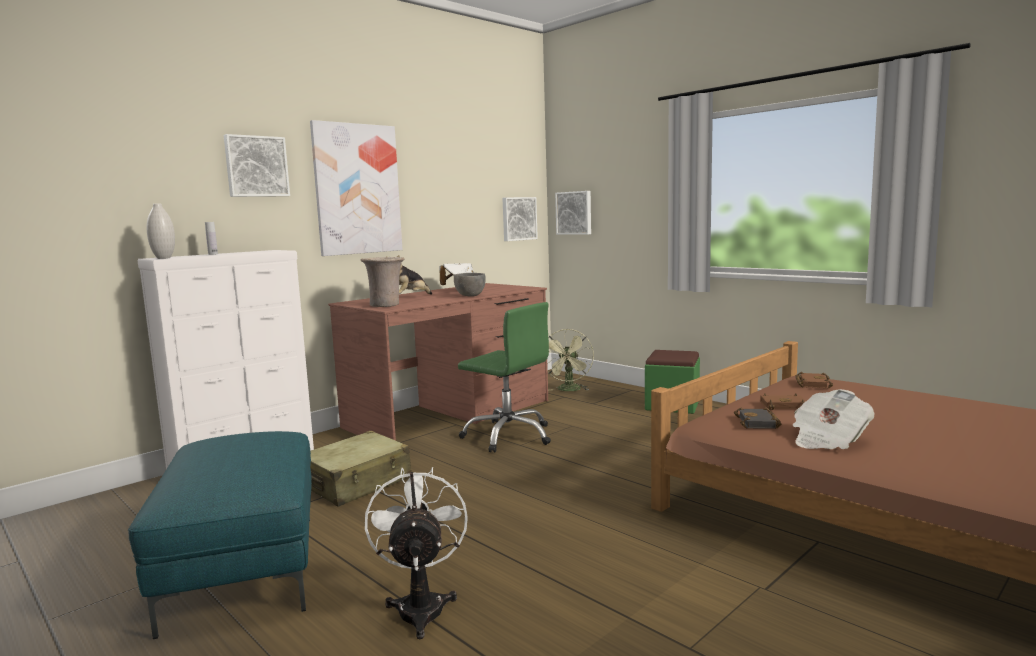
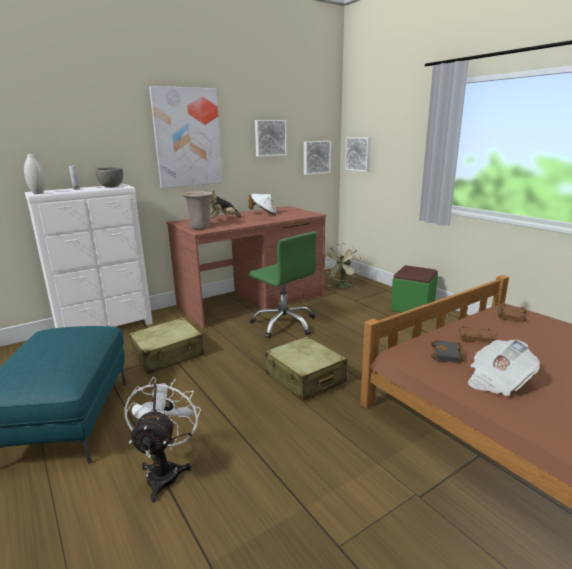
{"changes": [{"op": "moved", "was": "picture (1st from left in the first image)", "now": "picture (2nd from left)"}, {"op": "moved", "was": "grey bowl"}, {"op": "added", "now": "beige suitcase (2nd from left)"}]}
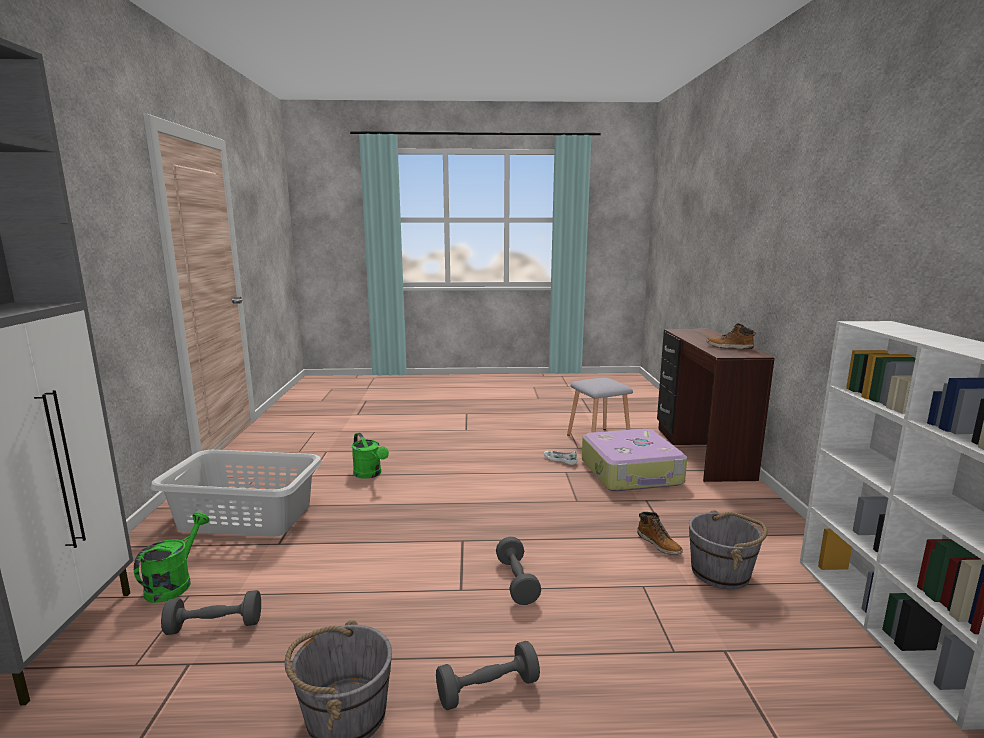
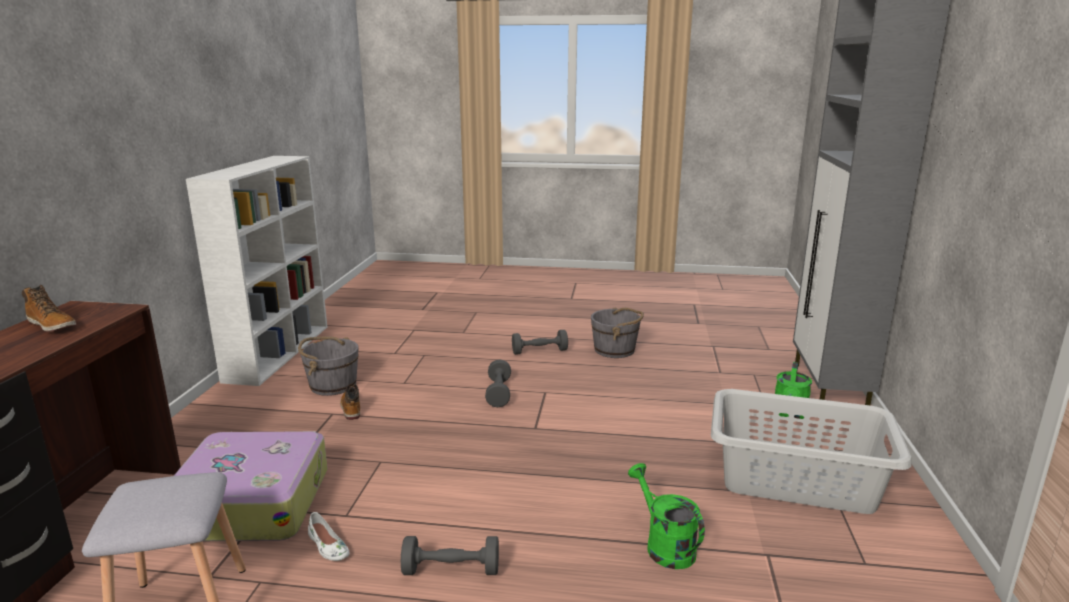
{"changes": [{"op": "moved", "was": "grey dumbbell (1st from left)"}]}
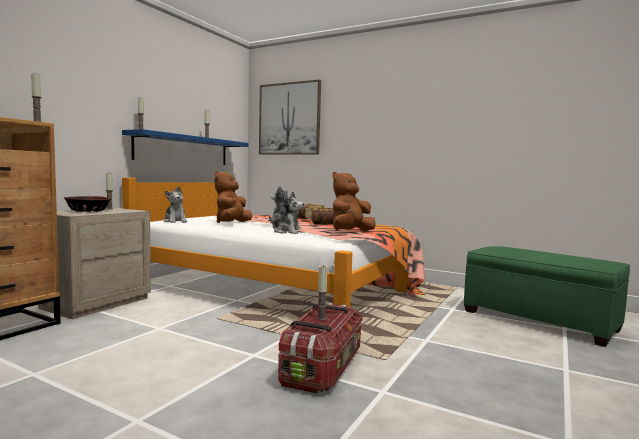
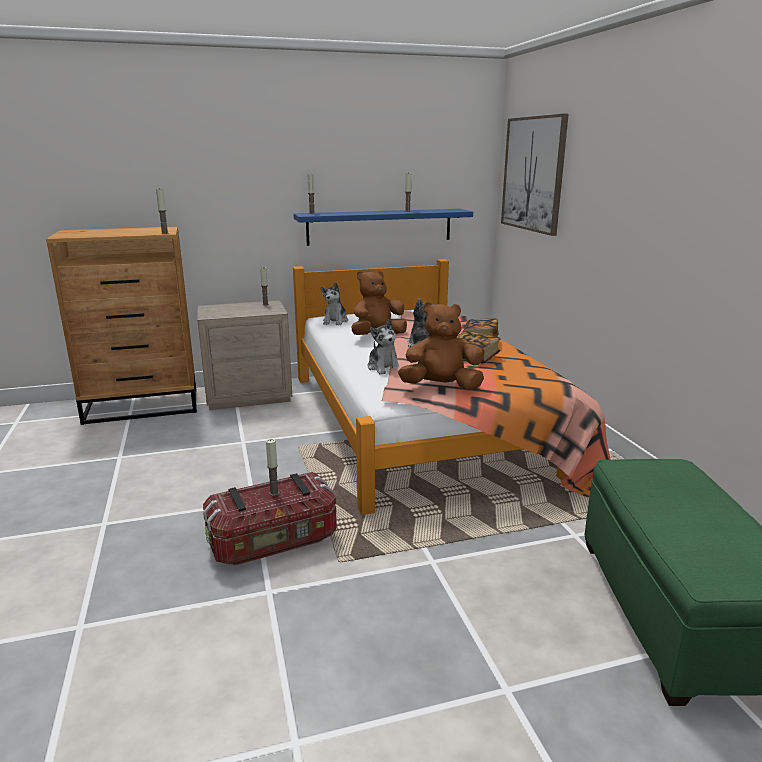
{"changes": [{"op": "removed", "was": "bowl"}]}
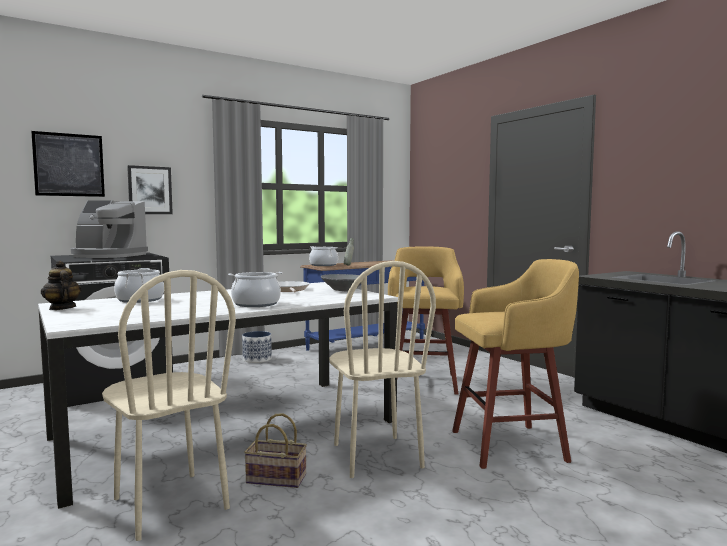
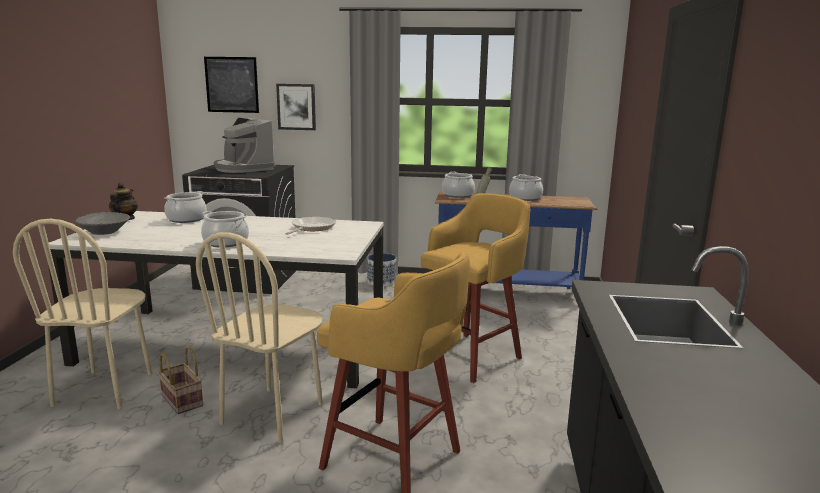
{"changes": [{"op": "moved", "was": "grey bowl"}, {"op": "added", "now": "cooking pot (4th from left)"}]}
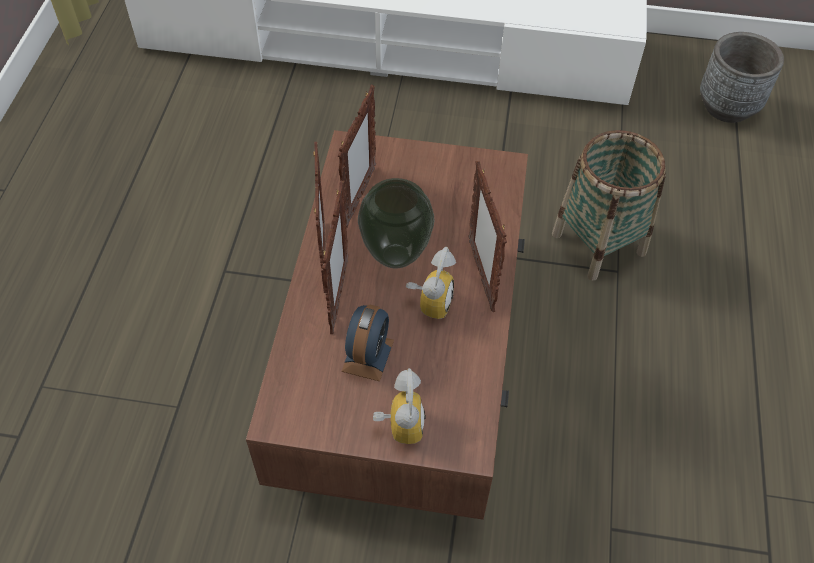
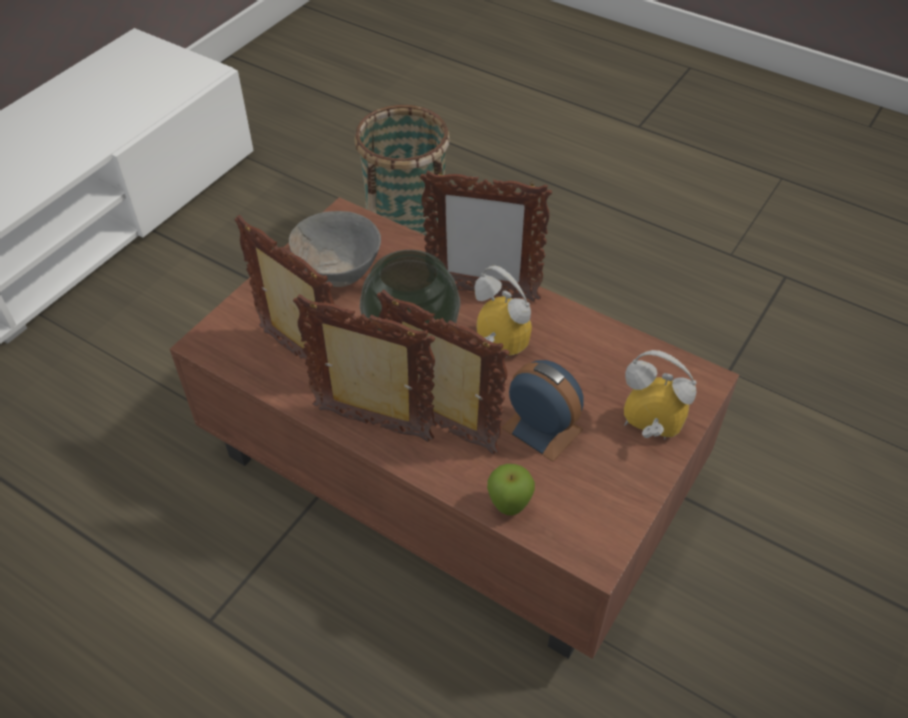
{"changes": [{"op": "removed", "was": "grey planter"}, {"op": "added", "now": "grey bowl"}, {"op": "added", "now": "apple"}]}
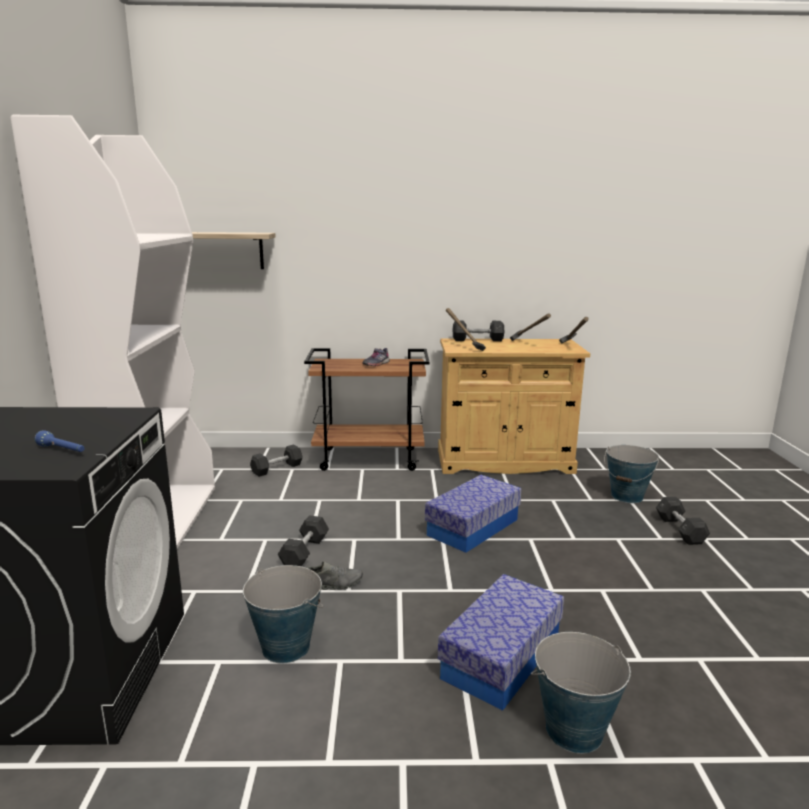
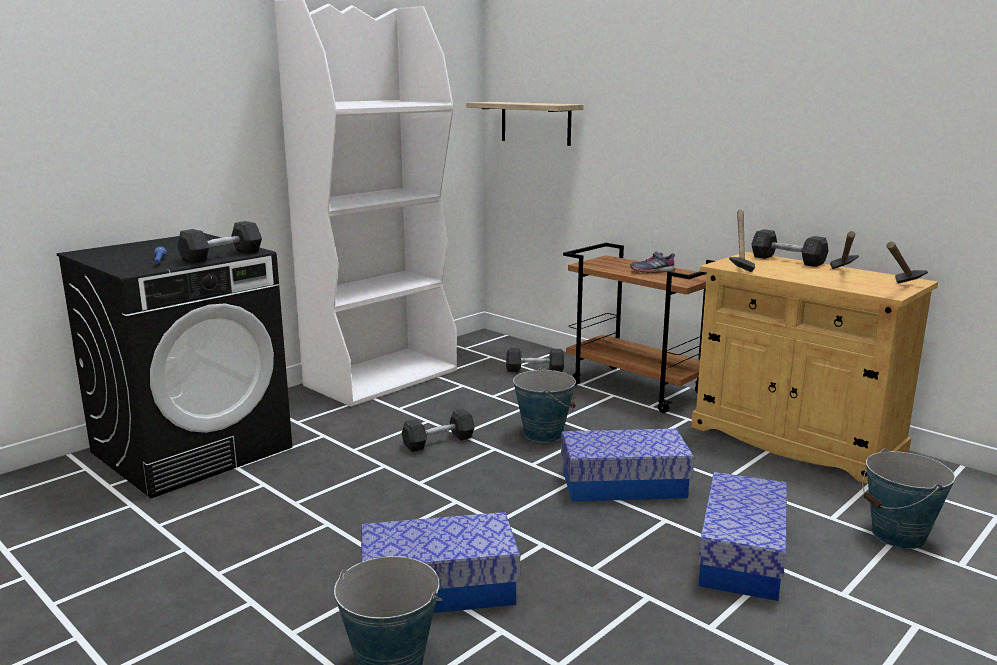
{"changes": [{"op": "moved", "was": "bucket (1st from left in the first image)", "now": "bucket (2nd from left)"}, {"op": "removed", "was": "grey shoe (1st from left)"}, {"op": "moved", "was": "grey dumbbell (4th from left in the first image)", "now": "grey dumbbell (1st from left)"}, {"op": "added", "now": "storage box (3rd from left)"}]}
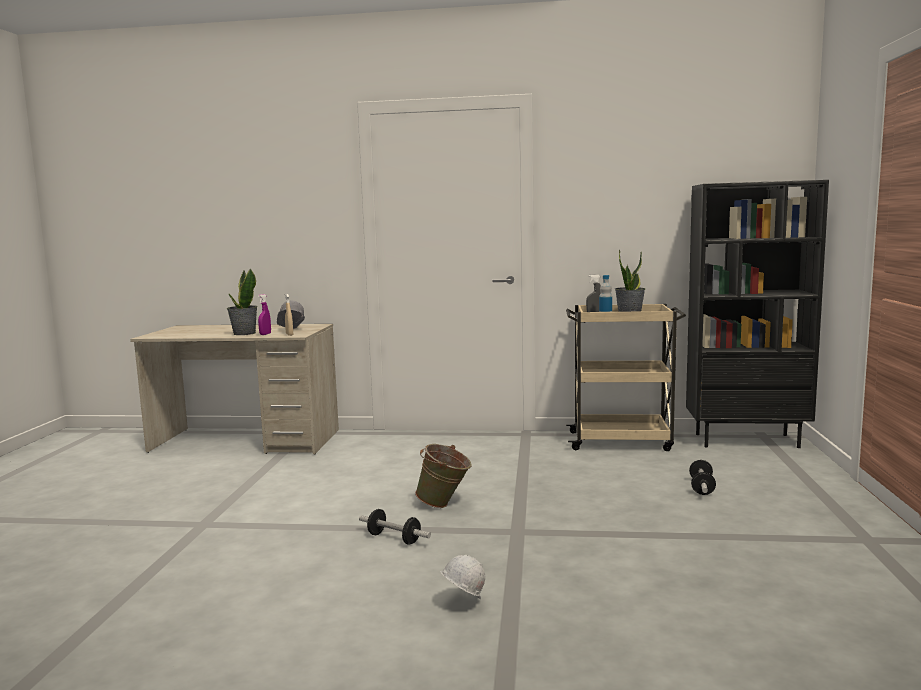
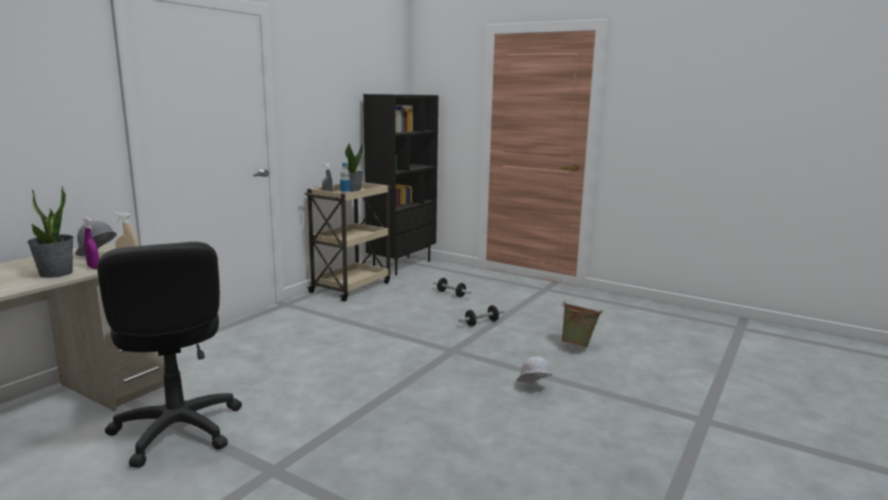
{"changes": [{"op": "moved", "was": "dumbbell (1st from left in the first image)", "now": "dumbbell (2nd from left)"}, {"op": "moved", "was": "green bucket"}, {"op": "added", "now": "black office chair"}]}
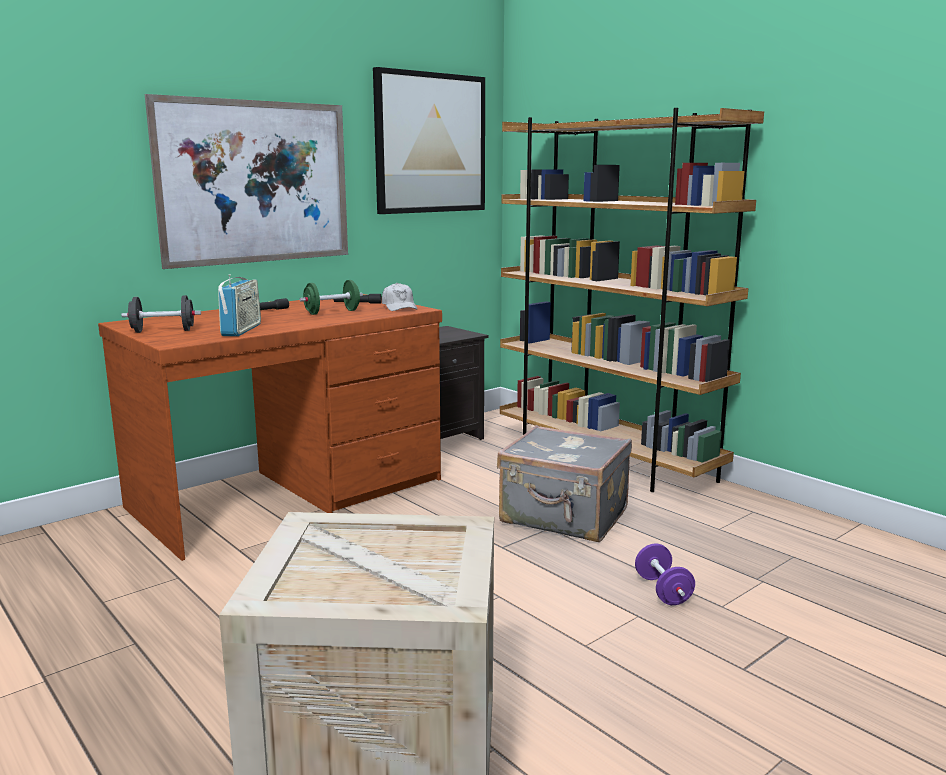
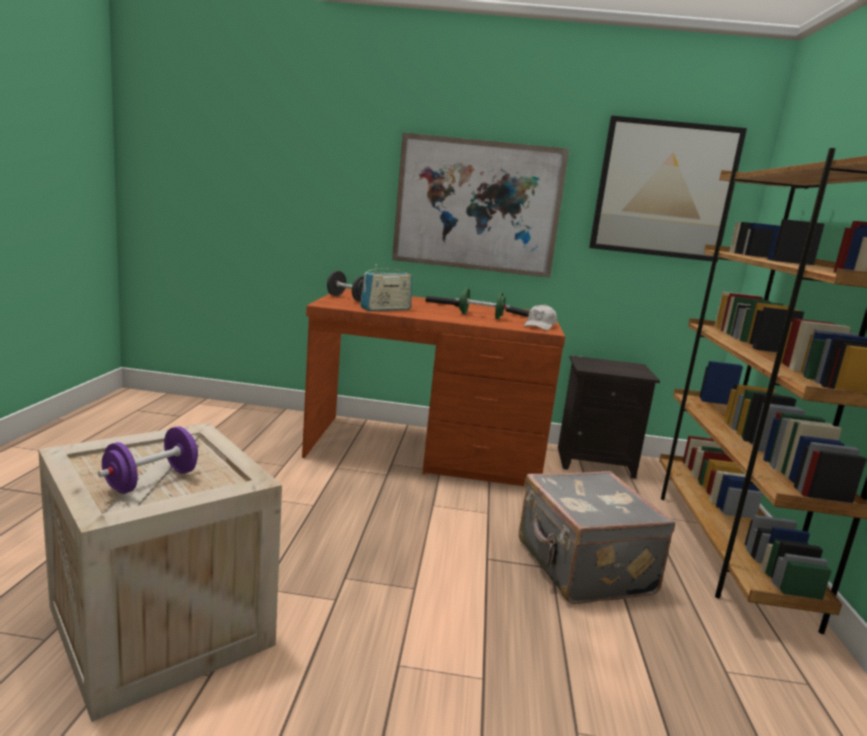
{"changes": [{"op": "moved", "was": "purple dumbbell"}]}
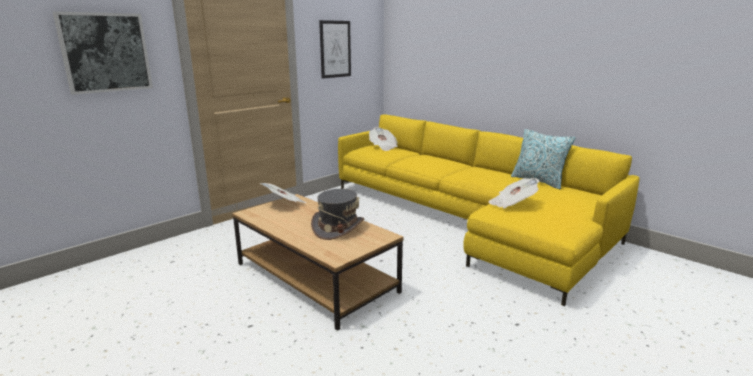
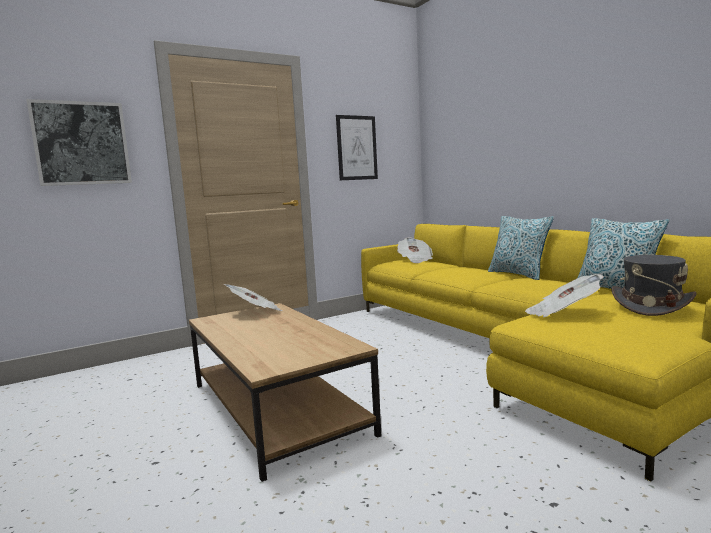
{"changes": [{"op": "moved", "was": "grey hat"}, {"op": "added", "now": "pillow (1st from left)"}]}
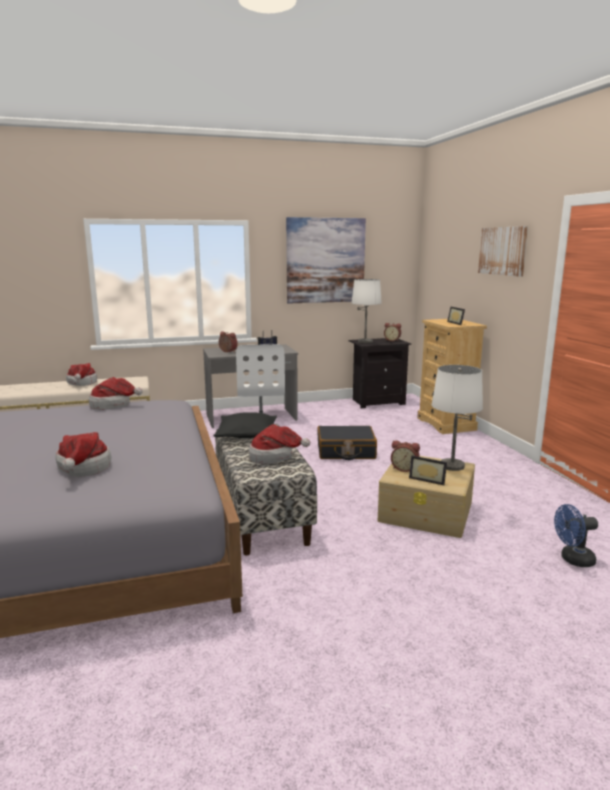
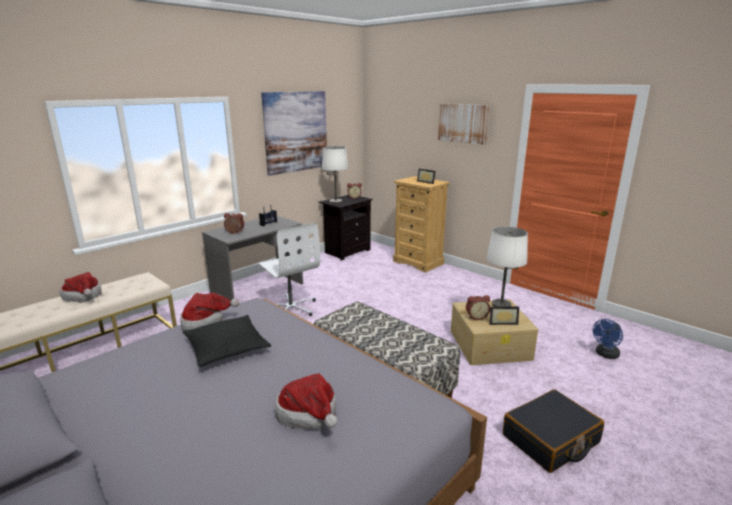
{"changes": [{"op": "moved", "was": "black pillow"}, {"op": "removed", "was": "hat (4th from left)"}, {"op": "moved", "was": "black suitcase"}]}
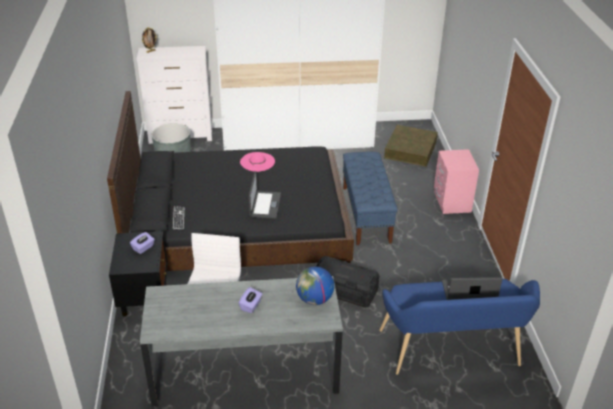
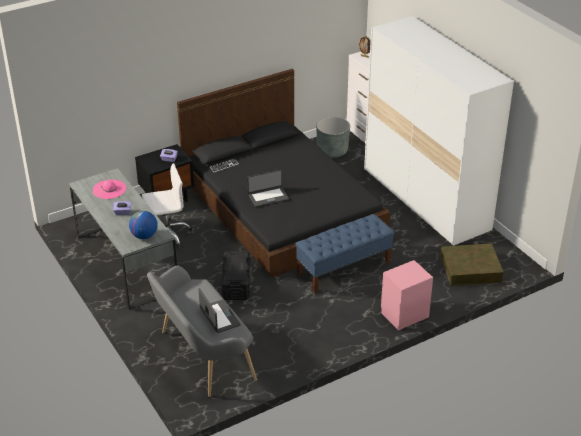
{"changes": [{"op": "moved", "was": "pink hat"}, {"op": "recoloured", "was": "blue bench (2nd from left)", "now": "grey bench"}]}
